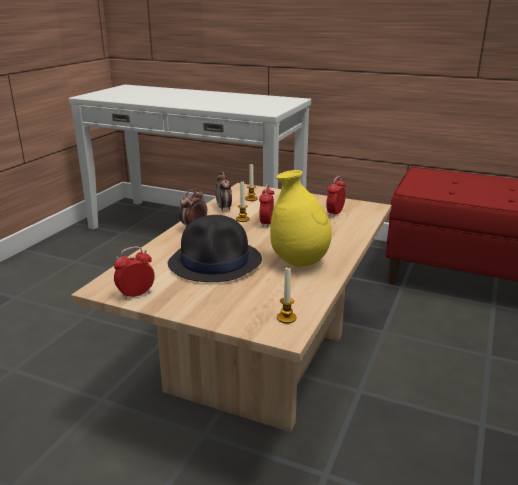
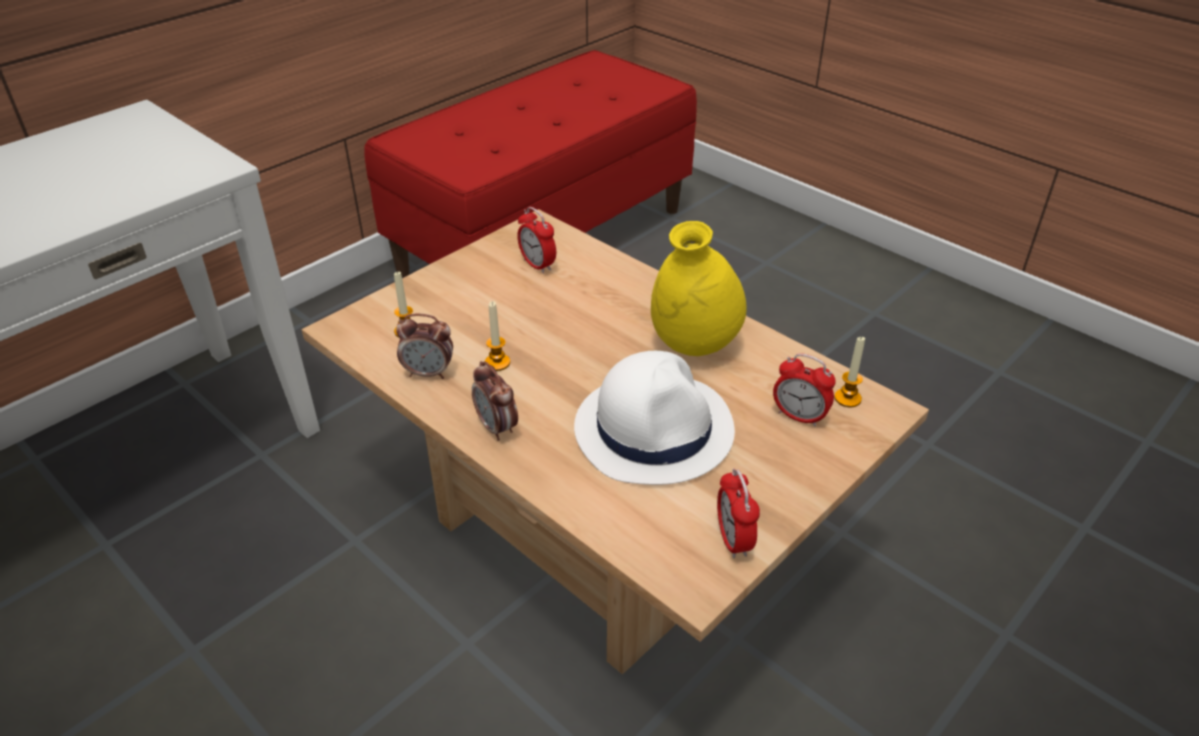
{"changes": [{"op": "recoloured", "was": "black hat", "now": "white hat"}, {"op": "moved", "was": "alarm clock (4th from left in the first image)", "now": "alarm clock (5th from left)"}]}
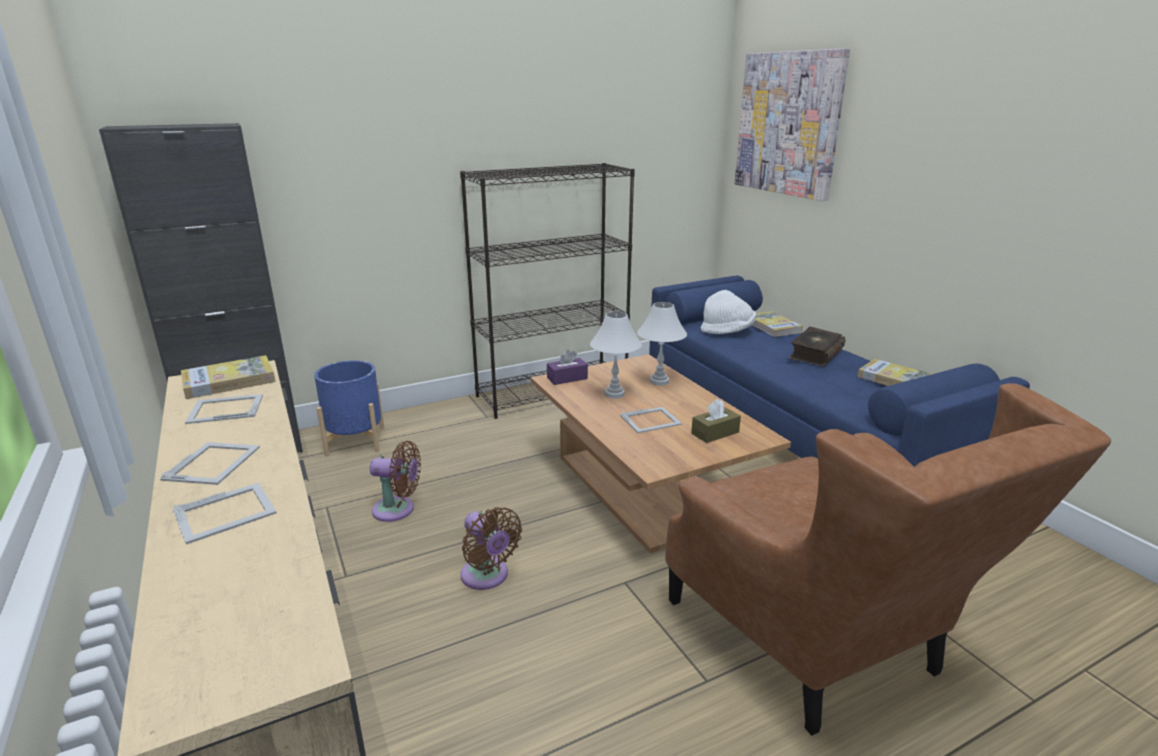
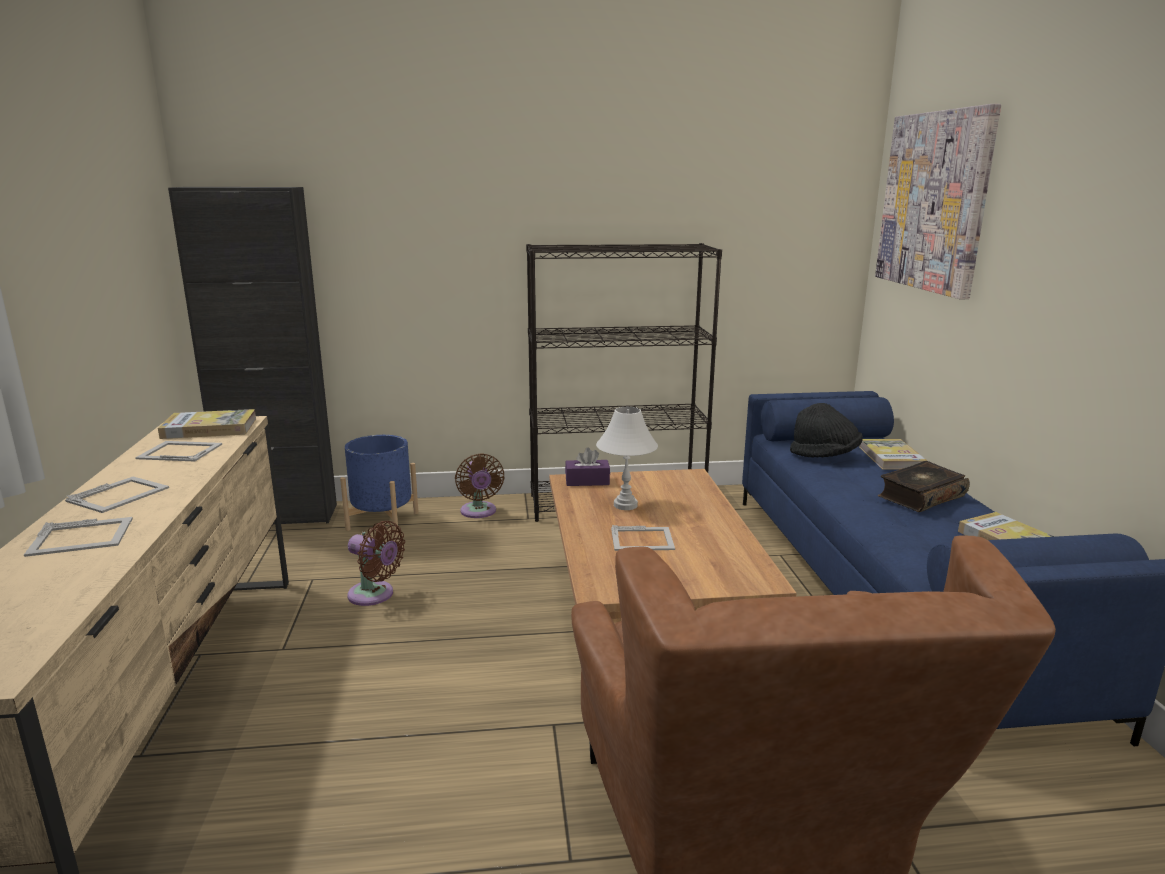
{"changes": [{"op": "moved", "was": "brown fan (2nd from left)"}, {"op": "removed", "was": "white table lamp (2nd from left)"}, {"op": "removed", "was": "brown tissue box"}, {"op": "recoloured", "was": "white hat", "now": "black hat"}]}
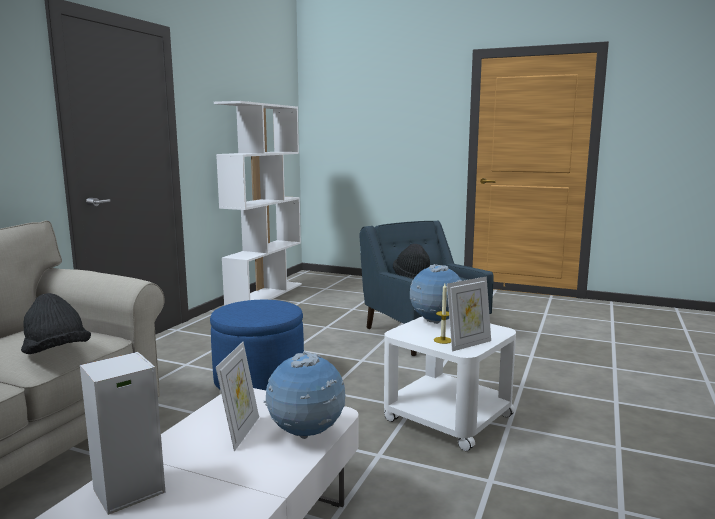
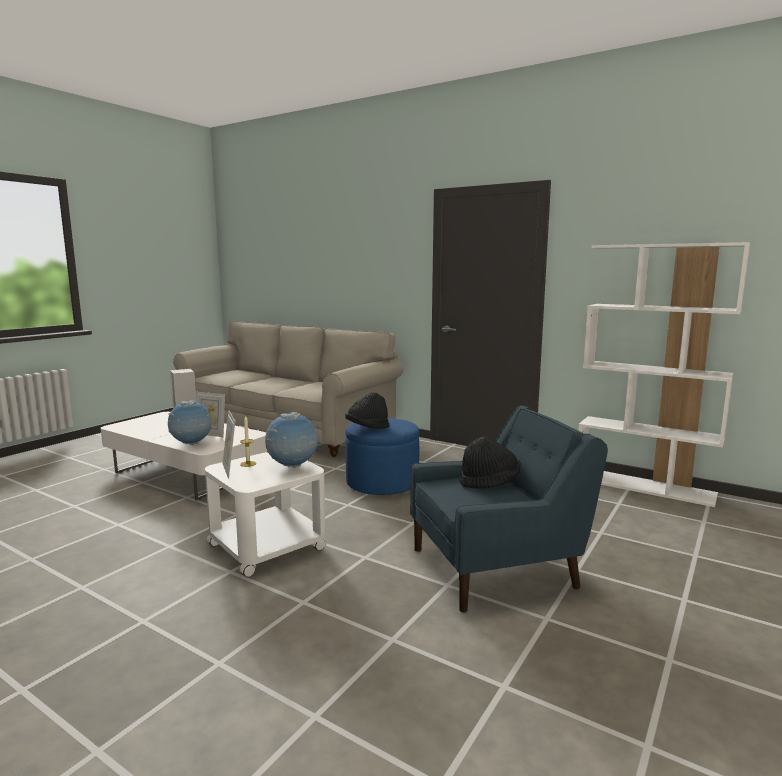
{"changes": [{"op": "moved", "was": "black hat (1st from left)"}]}
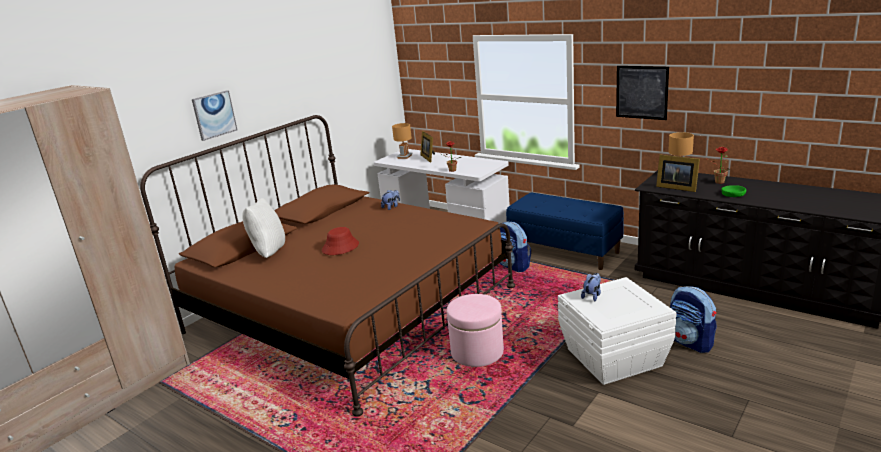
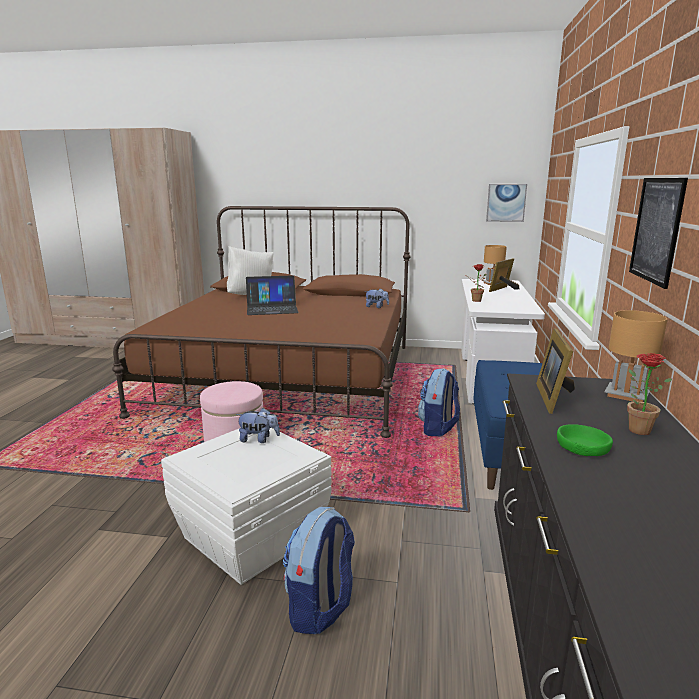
{"changes": [{"op": "moved", "was": "picture (1st from left)"}, {"op": "replaced", "was": "red hat", "now": "laptop"}]}
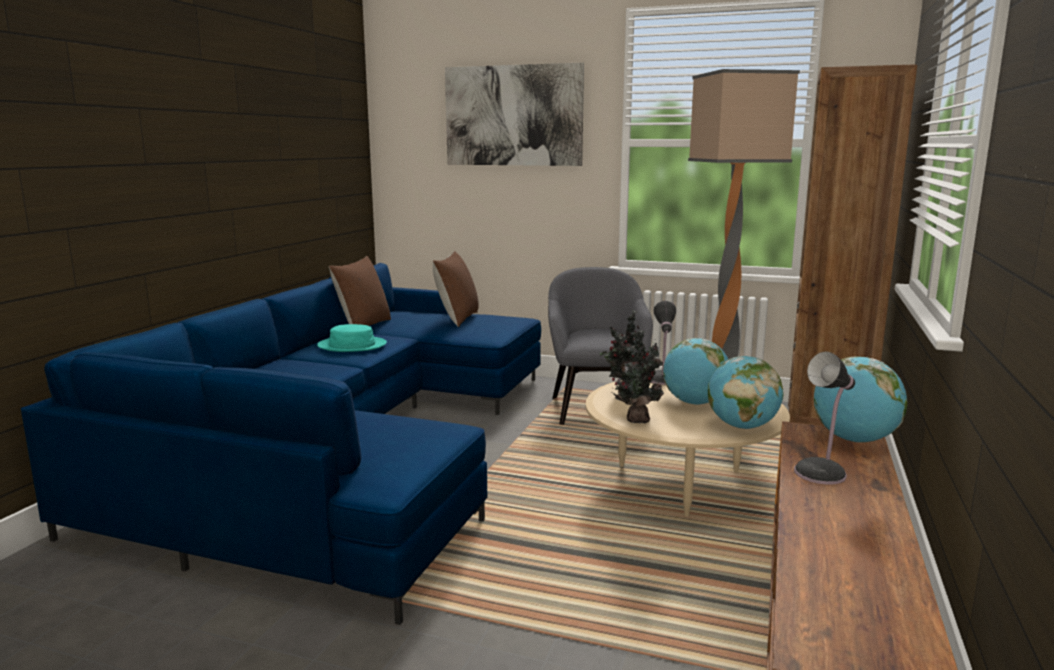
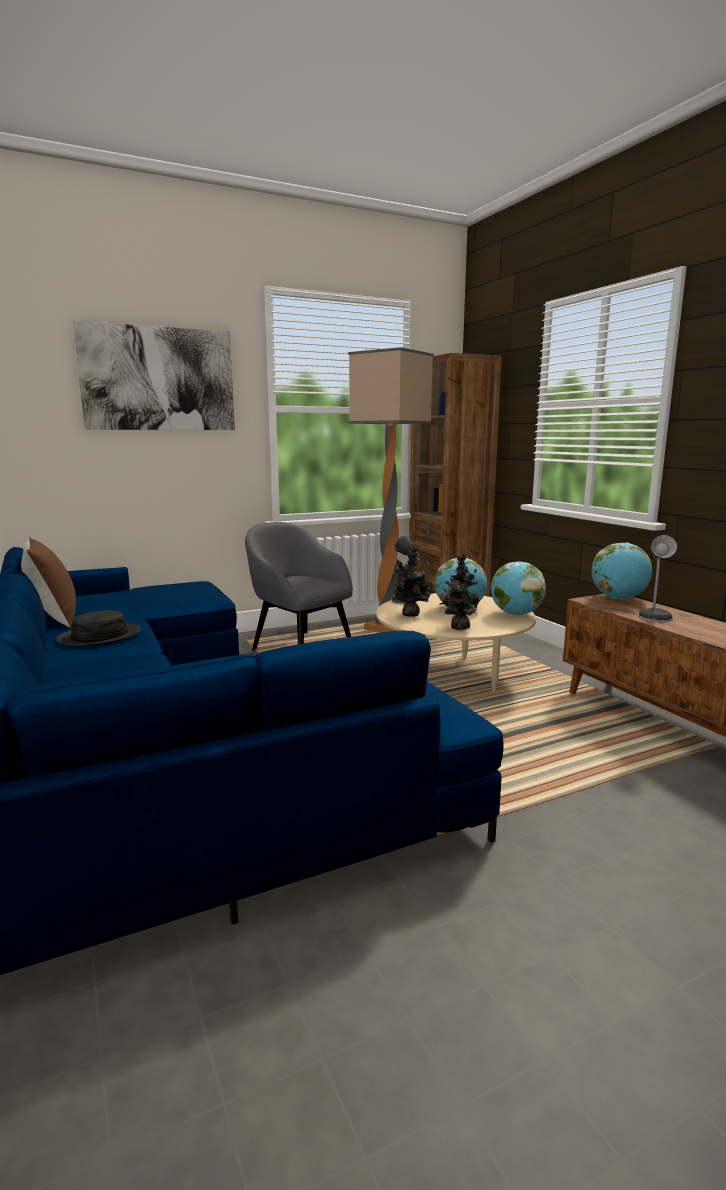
{"changes": [{"op": "recoloured", "was": "turquoise hat", "now": "black hat"}, {"op": "removed", "was": "brown pillow (2nd from left)"}]}
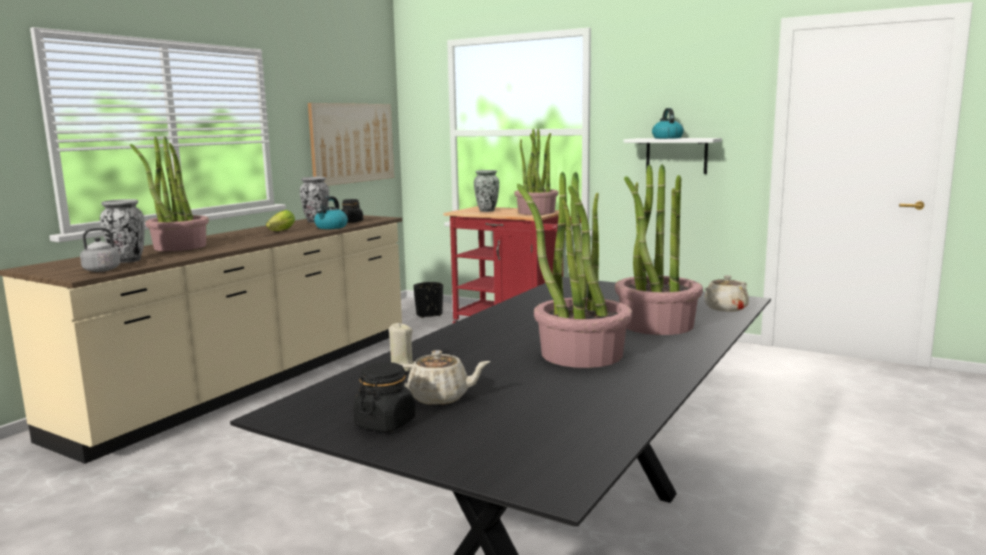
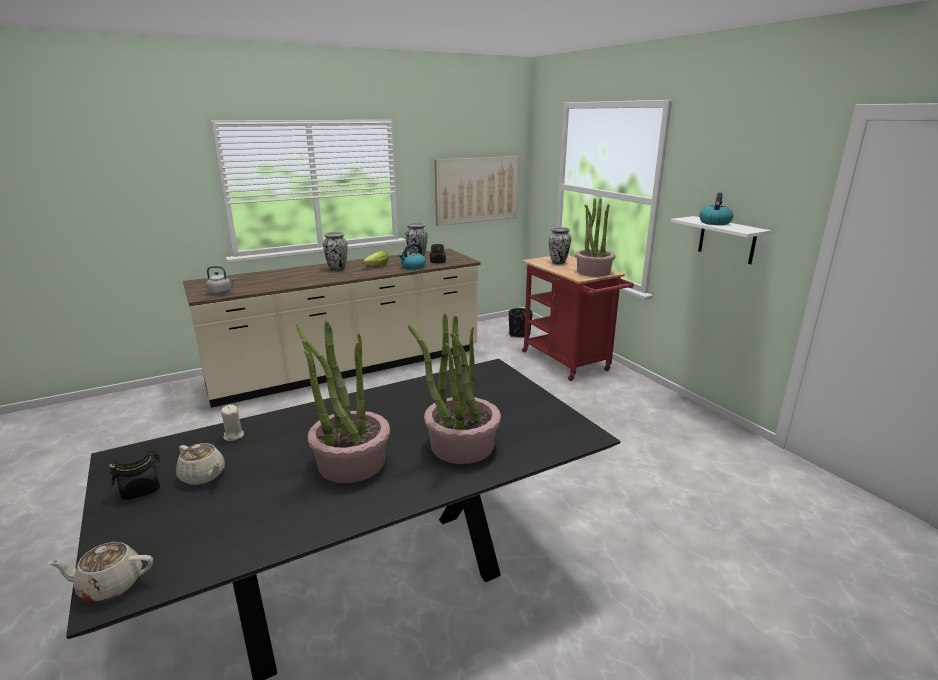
{"changes": [{"op": "moved", "was": "vase (1st from left)"}, {"op": "removed", "was": "potted plant (1st from left)"}, {"op": "moved", "was": "beige teapot (2nd from left in the first image)", "now": "beige teapot (1st from left)"}]}
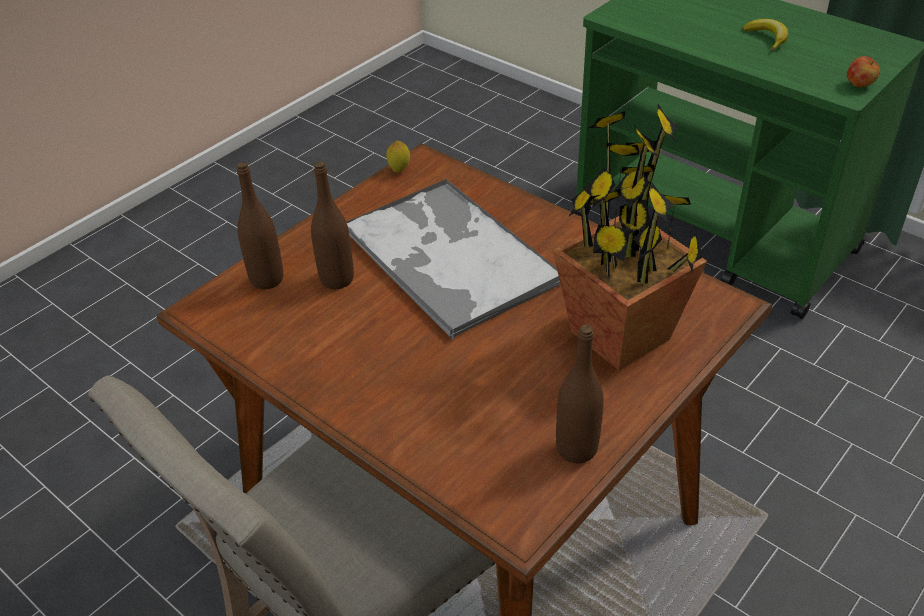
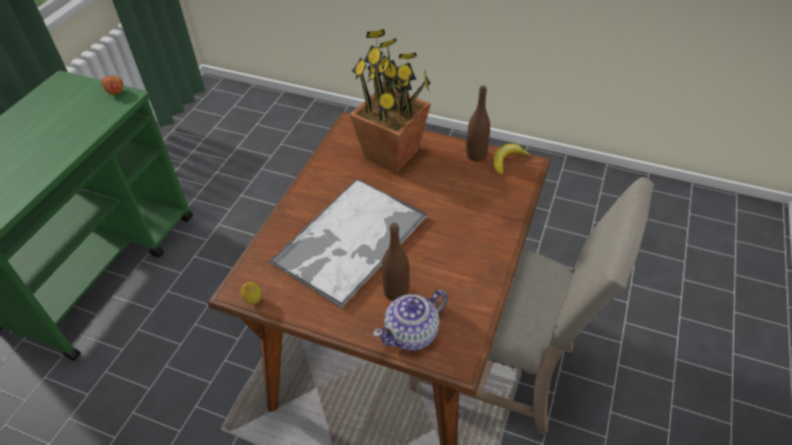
{"changes": [{"op": "replaced", "was": "brown bottle (1st from left)", "now": "teapot"}, {"op": "moved", "was": "banana"}]}
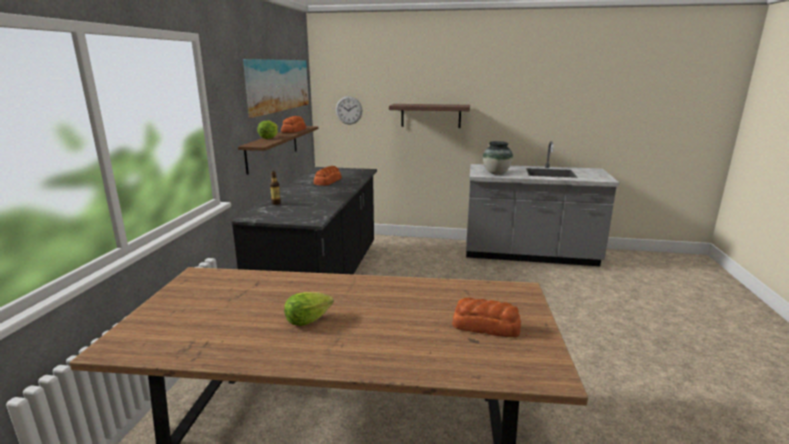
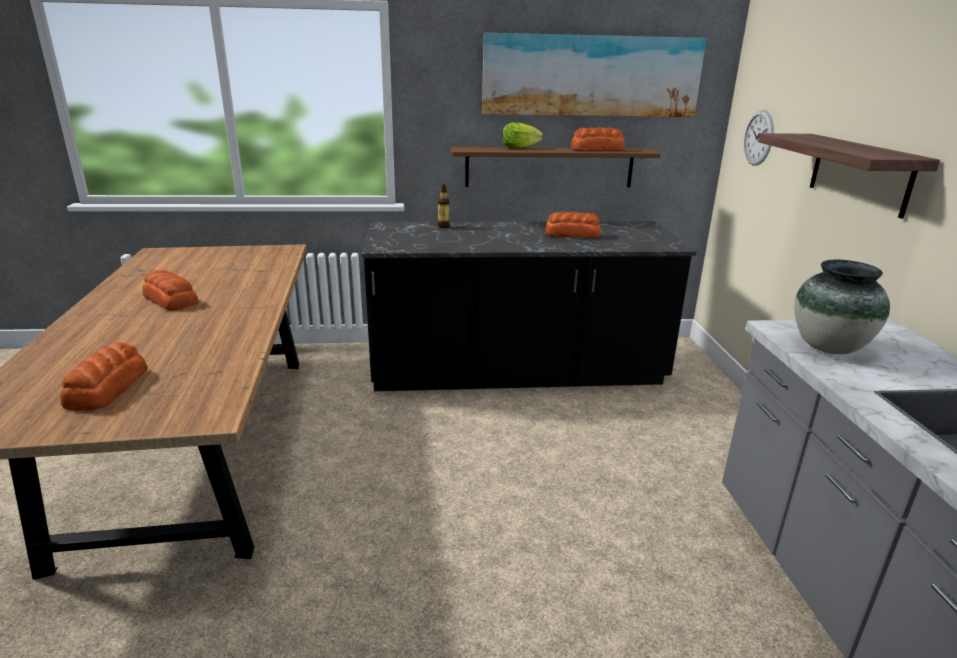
{"changes": [{"op": "replaced", "was": "lettuce (2nd from left)", "now": "bread (2nd from left)"}]}
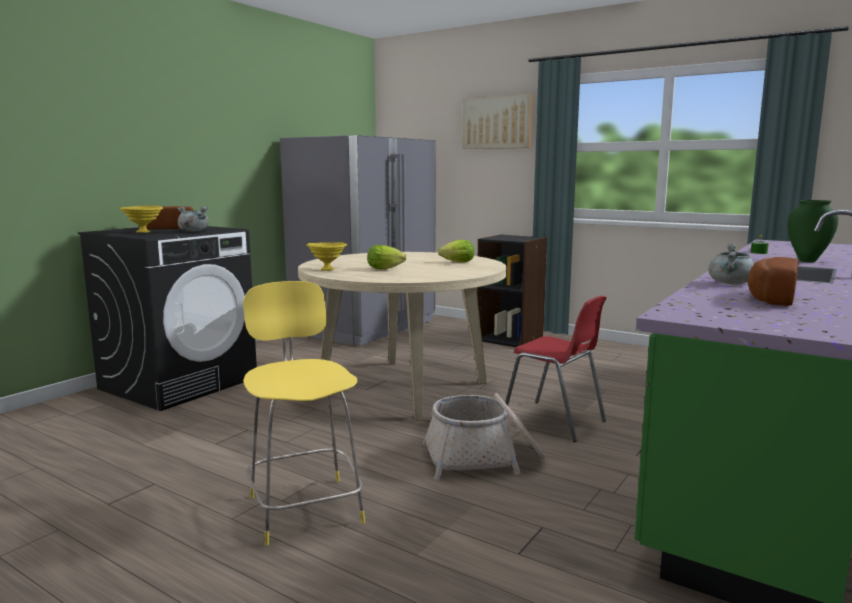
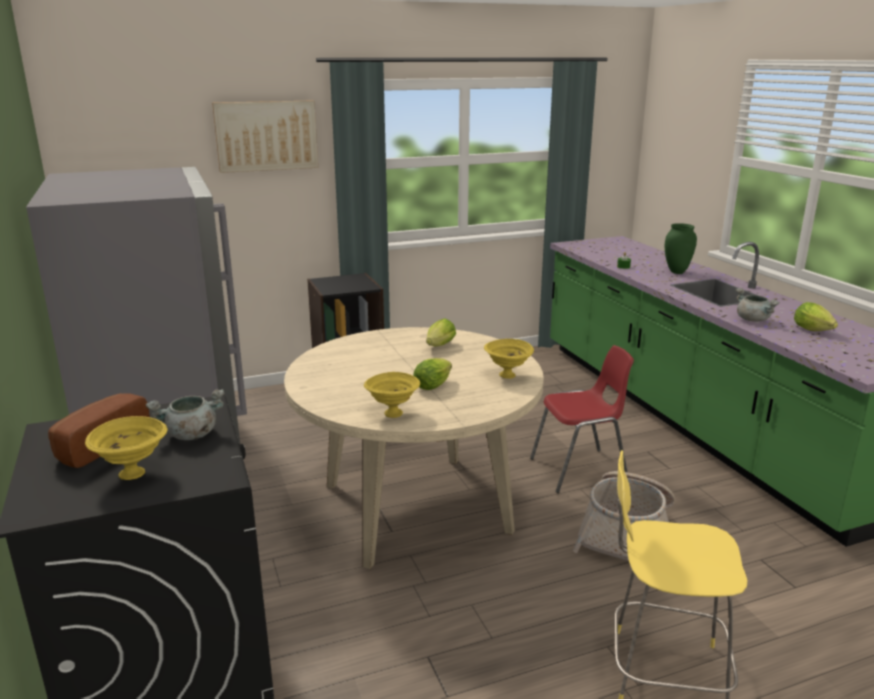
{"changes": [{"op": "replaced", "was": "bread (2nd from left)", "now": "lettuce (3rd from left)"}, {"op": "added", "now": "yellow bowl (3rd from left)"}]}
